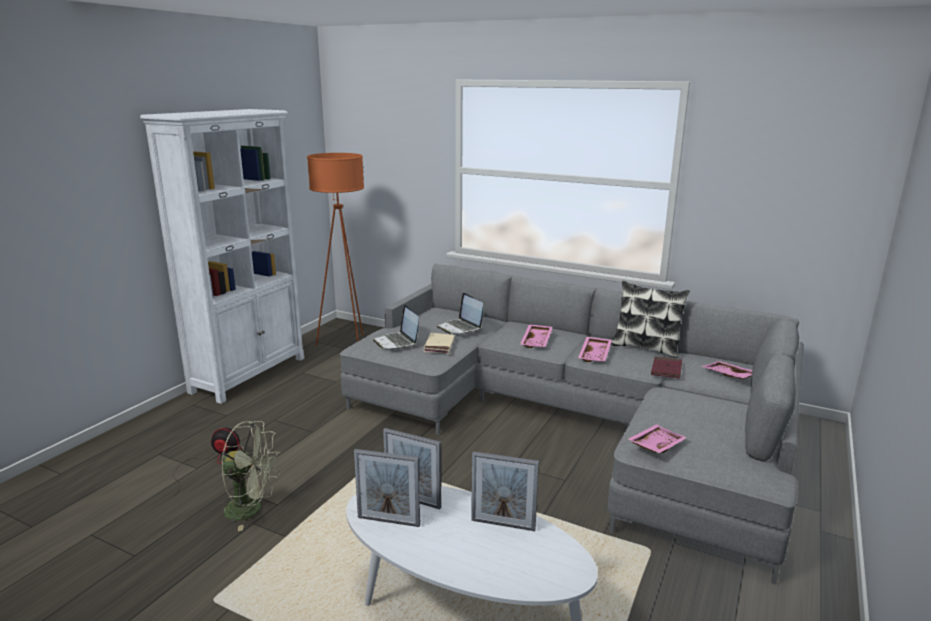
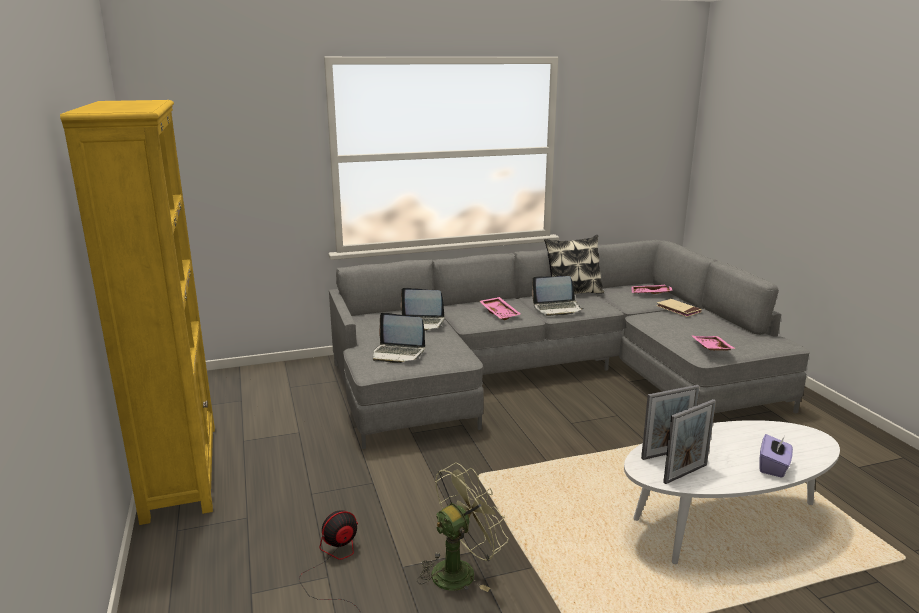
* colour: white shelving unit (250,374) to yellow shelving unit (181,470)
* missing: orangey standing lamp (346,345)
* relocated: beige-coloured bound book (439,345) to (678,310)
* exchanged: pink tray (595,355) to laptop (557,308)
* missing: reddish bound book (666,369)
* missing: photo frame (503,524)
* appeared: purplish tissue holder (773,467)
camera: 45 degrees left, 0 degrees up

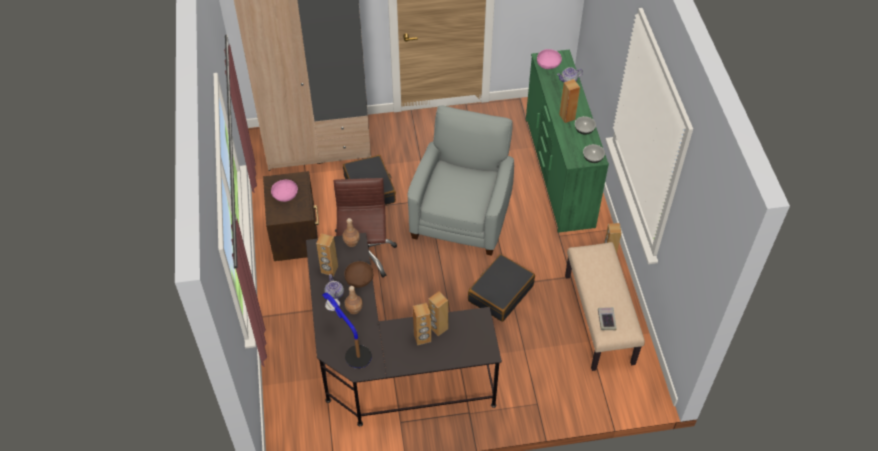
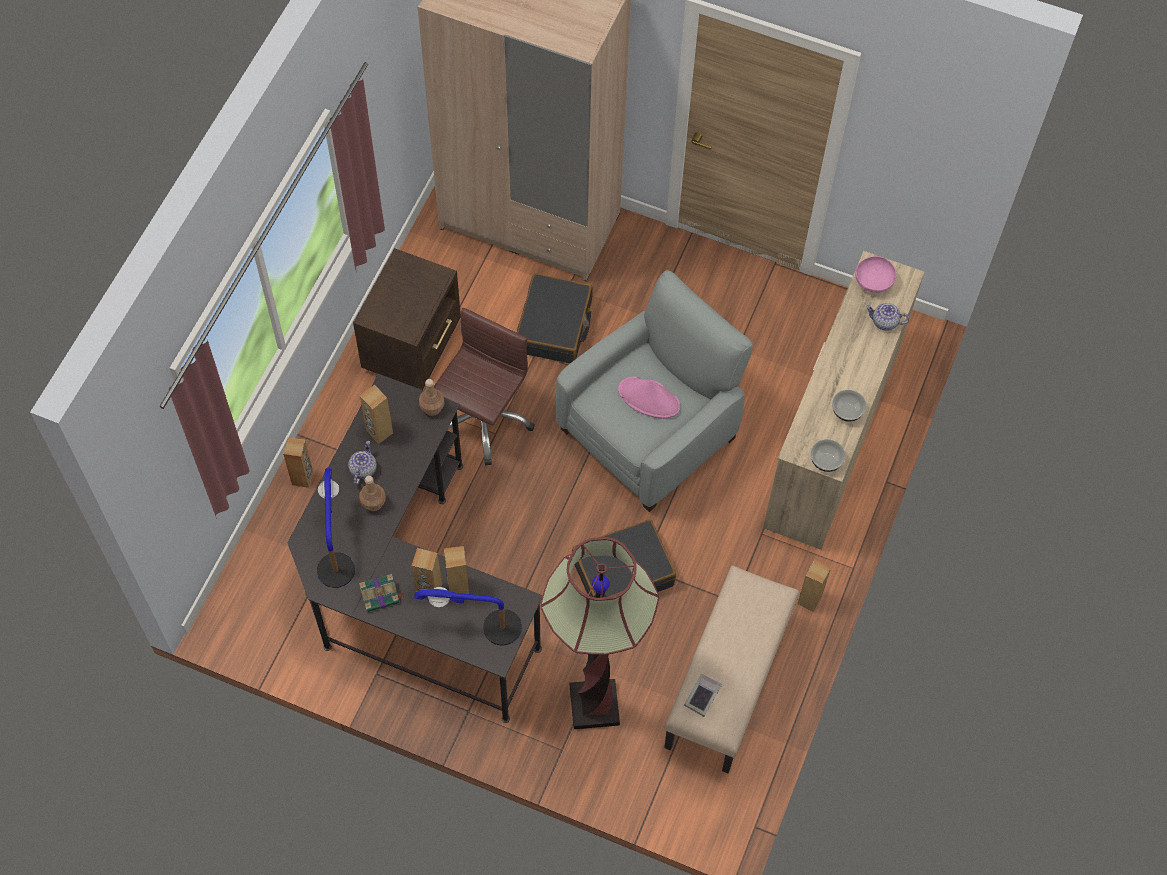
* colour: greenish drawer chest (558,172) to beige-coloured drawer chest (830,438)
* relocated: brownish loudspeaker (567,117) to (303,478)
* missing: pink bowl (285,196)
* missing: brownish bowl (359,279)
* appeared: pink clothing hat (649,398)
* appeared: standing lamp (594,705)
* appeared: bound book (380,595)
* appeared: tabletop lamp (481,625)
camera: 30 degrees right, 10 degrees up

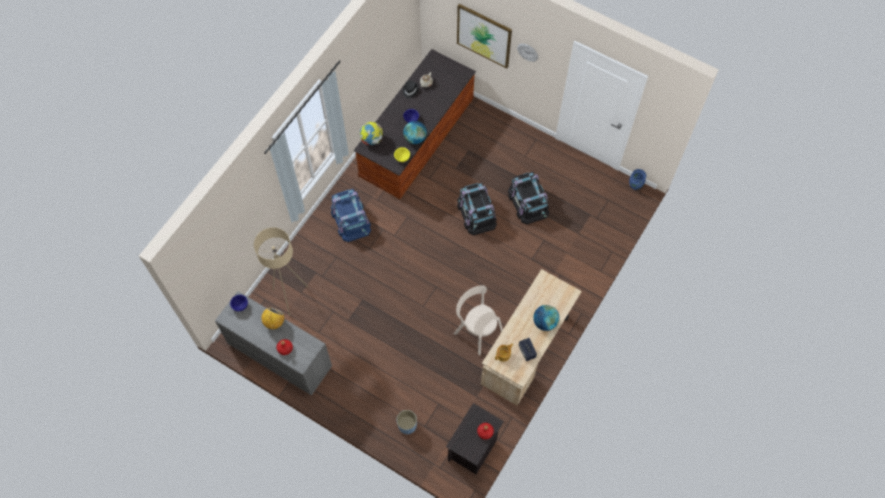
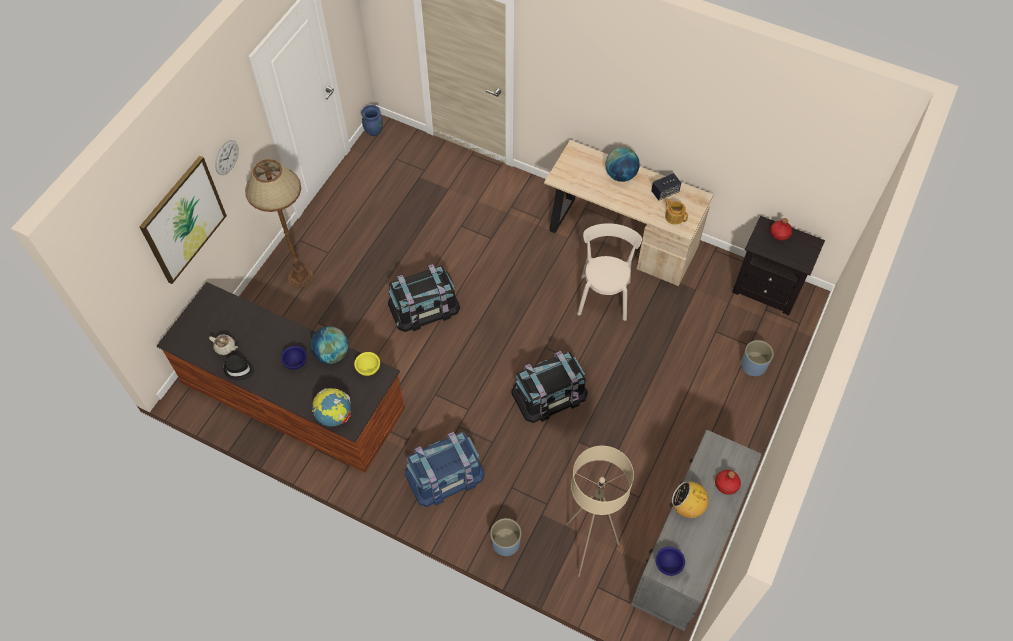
* relocated: blackish storage bin (528,202) to (549,393)
* spun: beige-coloured upright chair (476,330) = (604,295) 150 degrees clockwise
* appeared: brownish standing lamp (301,277)
* appeared: blue planter (505,543)
camera: 95 degrees left, 5 degrees down

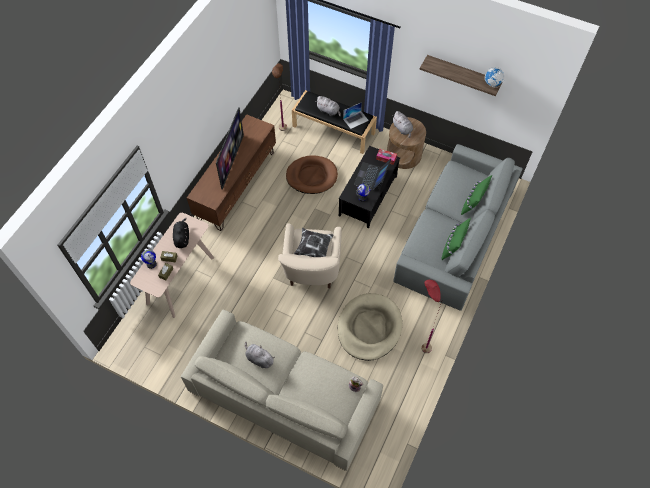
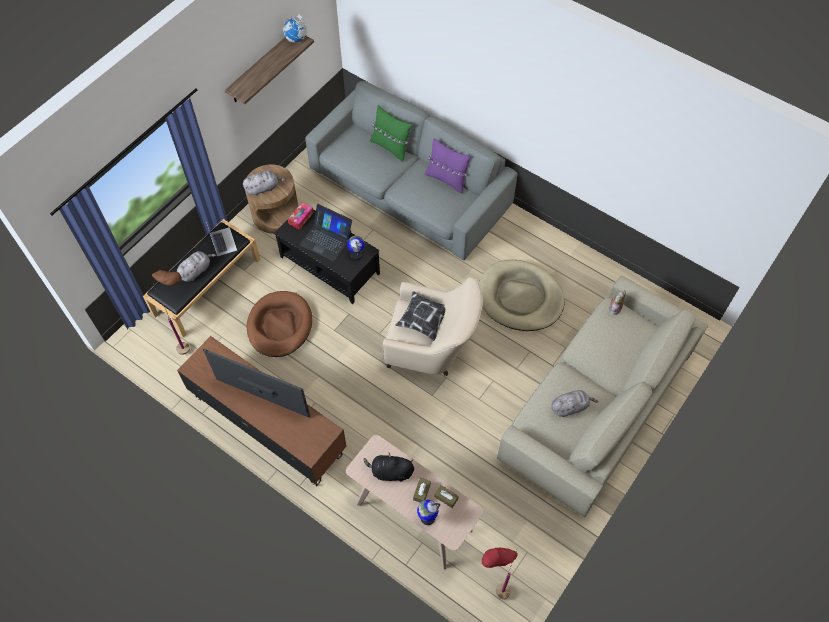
* colour: greenish throw pillow (453,247) to purplish throw pillow (447,179)
* relocated: reddish standing lamp (420,342) to (490,598)
* spun: grey cuddly toy (259,358) = (570,407) 150 degrees counterclockwise
camera: 80 degrees left, 0 degrees up

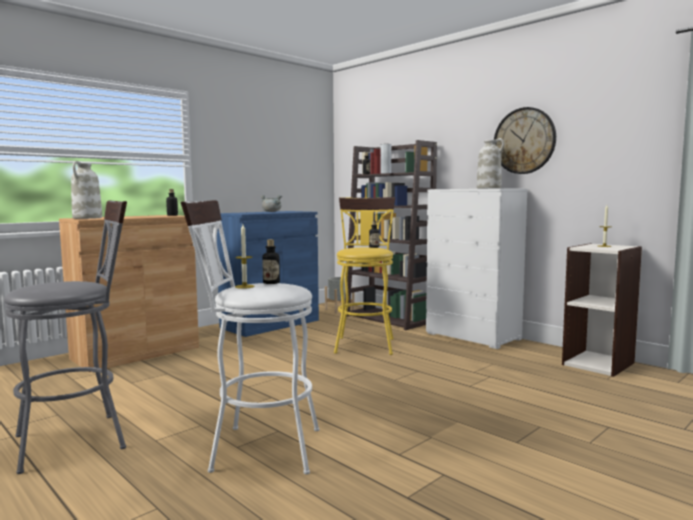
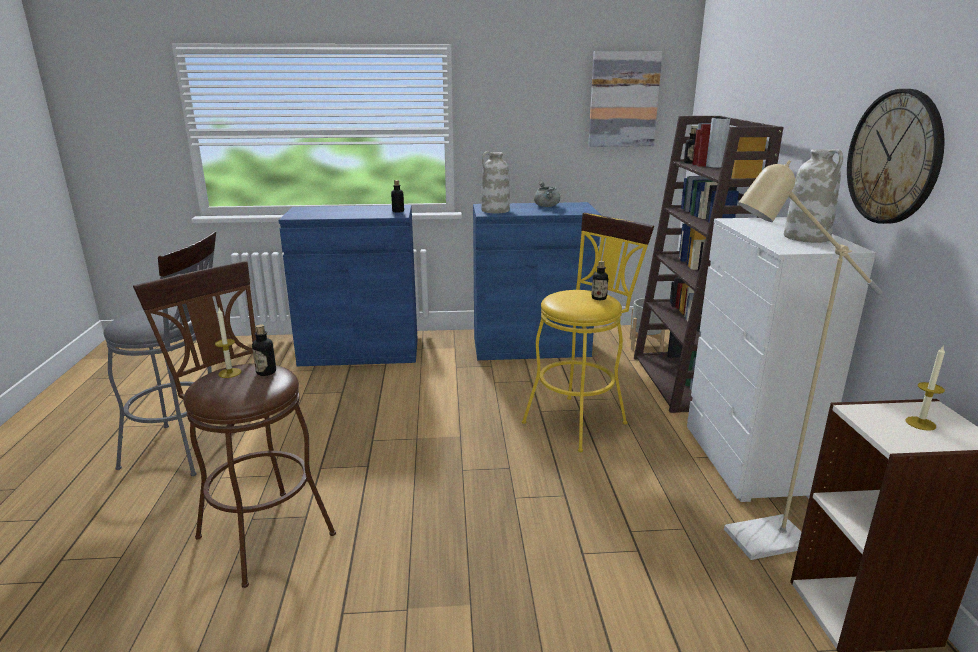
* relocated: white flower vase (87,218) to (495,210)
* colour: white stool seat (256,449) to brownish stool seat (259,530)
* colour: brownish cabinet (136,353) to blue cabinet (359,352)
* appeared: picture (623,99)
* appeared: beige-coloured standing lamp (754,541)
camera: 40 degrees right, 15 degrees up

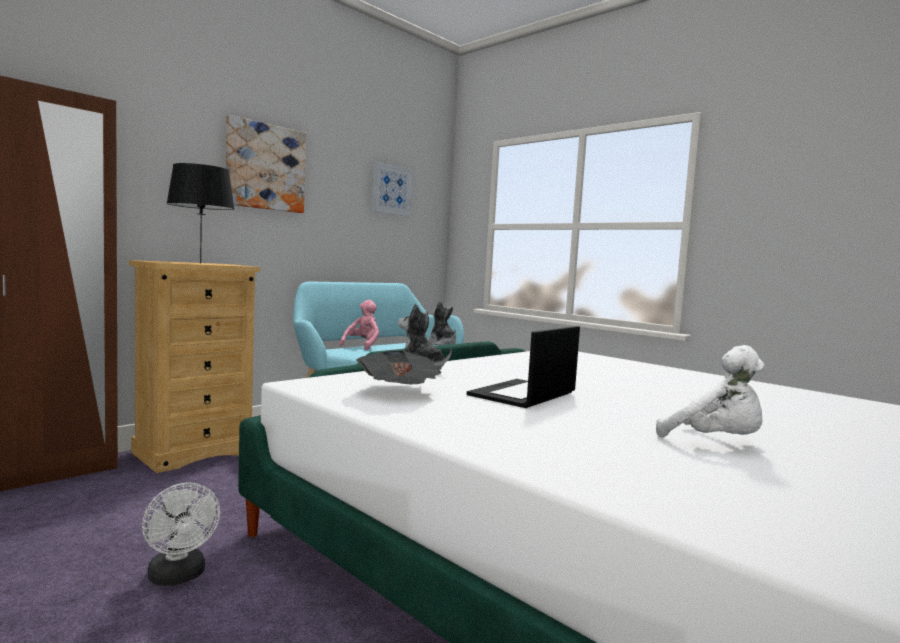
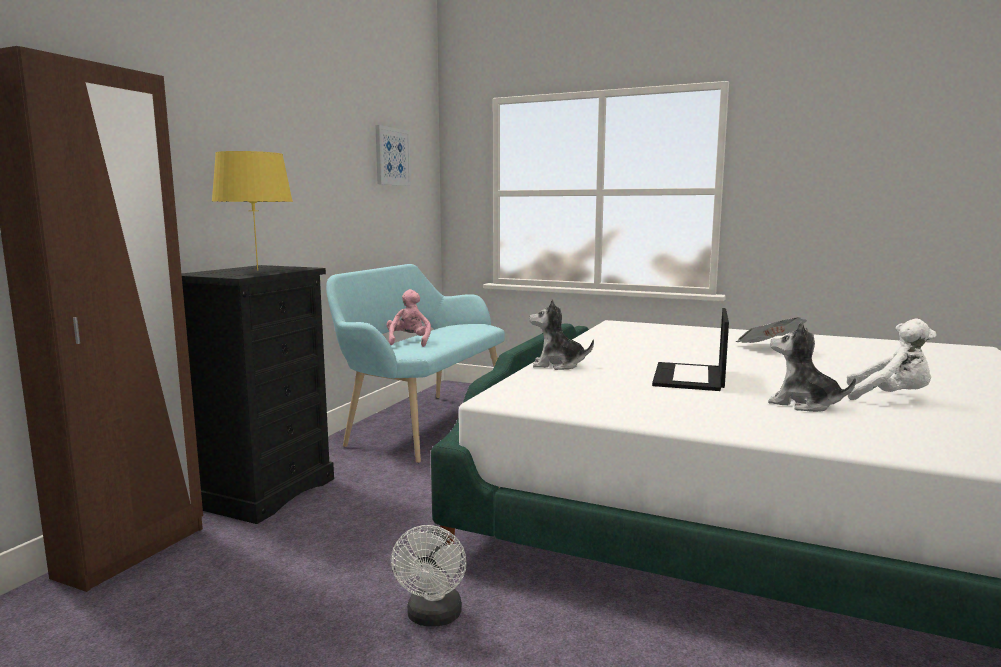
* missing: picture (265,167)
* colour: blackish tabletop lamp (200,263) to yellow tabletop lamp (258,270)
* colour: beige-coloured drawer chest (194,452) to blackish drawer chest (266,492)
* relocated: cuddly toy (441,344) to (803,404)
* relocated: printed paper (399,392) to (768,348)
* spun: white fan (179,577) = (433,617) 60 degrees clockwise
camera: 20 degrees left, 5 degrees up

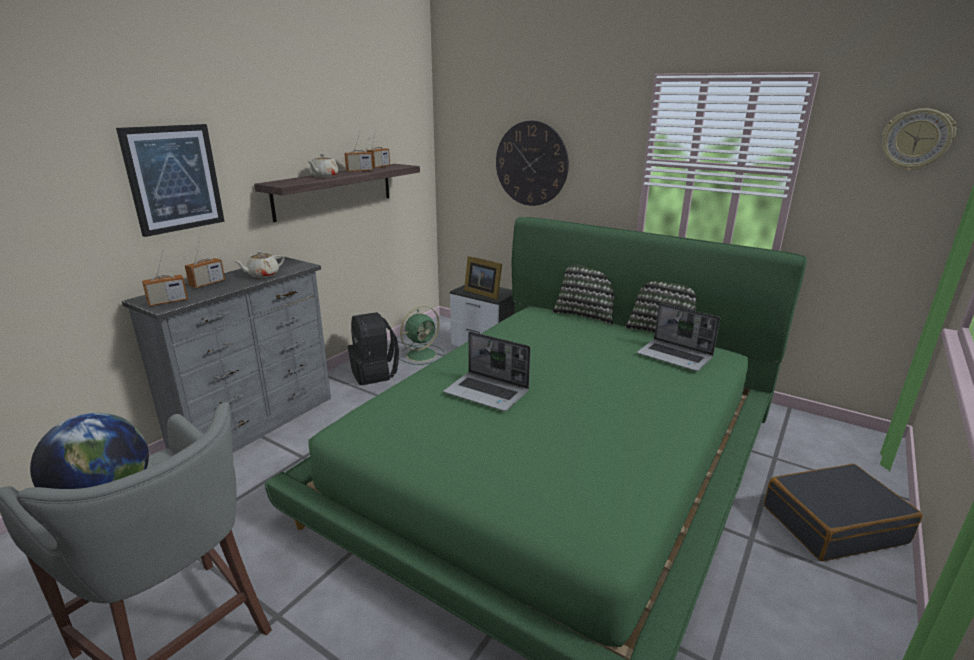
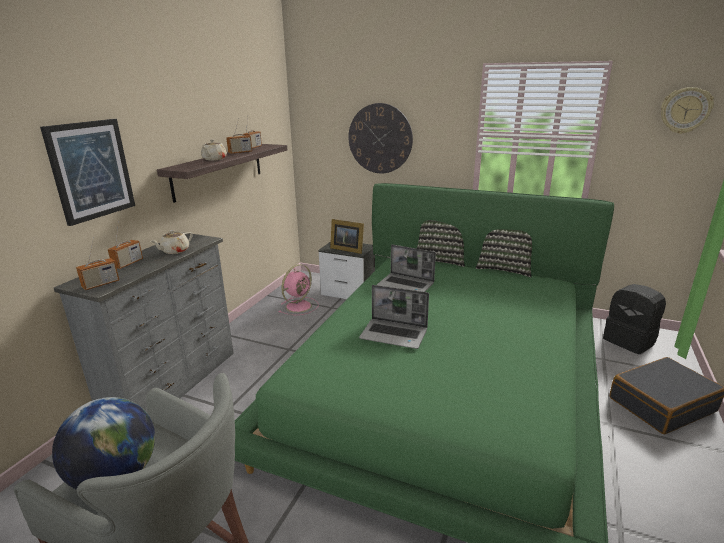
* relocated: laptop (675,356) to (406,285)
* colour: greenish fan (422,354) to pink fan (299,306)
* relocated: blackish rucksack (375,373) to (630,341)
camera: 10 degrees left, 0 degrees up

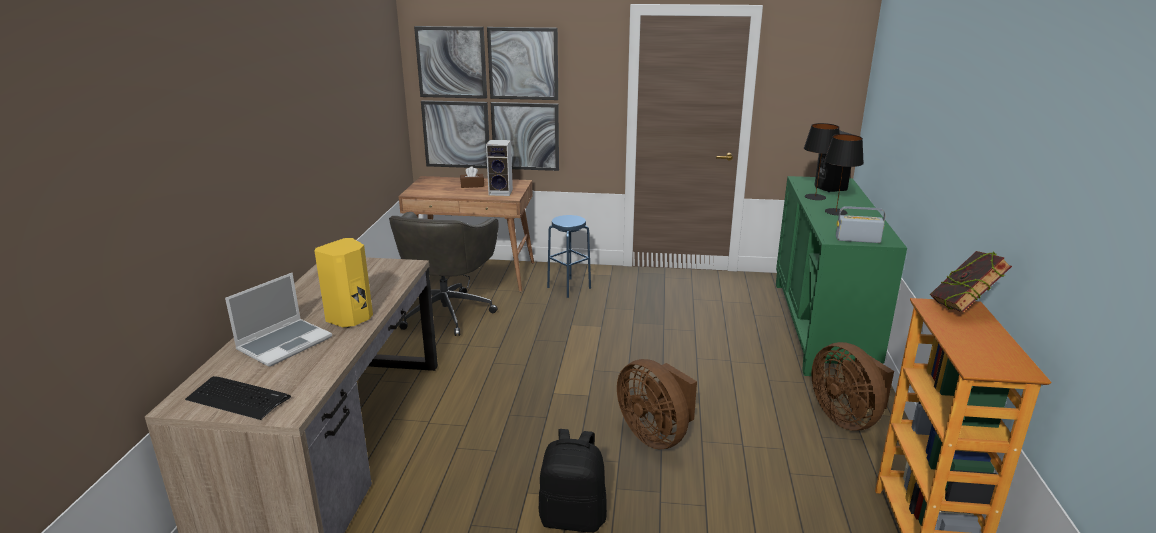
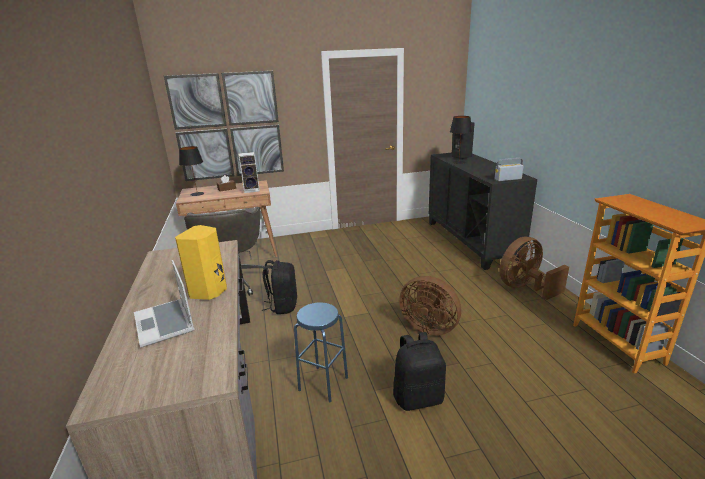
* relocated: blackish tabletop lamp (835,212) to (197,194)
* colour: greenish cabinet (822,326) to blackish cabinet (471,241)
* relocated: blue stool seat (569,287) to (323,383)
* missing: bound book (962,309)
* spun: laptop (285,343) = (165,323) 135 degrees clockwise
* spun: brownish fan (847,418) = (525,288) 105 degrees clockwise
* missing: PC keyboard (238,398)
* appeared: blackish rucksack (283,306)
camera: 20 degrees left, 0 degrees up

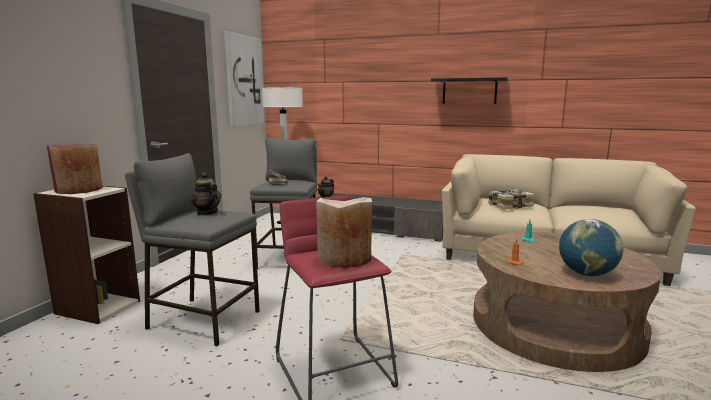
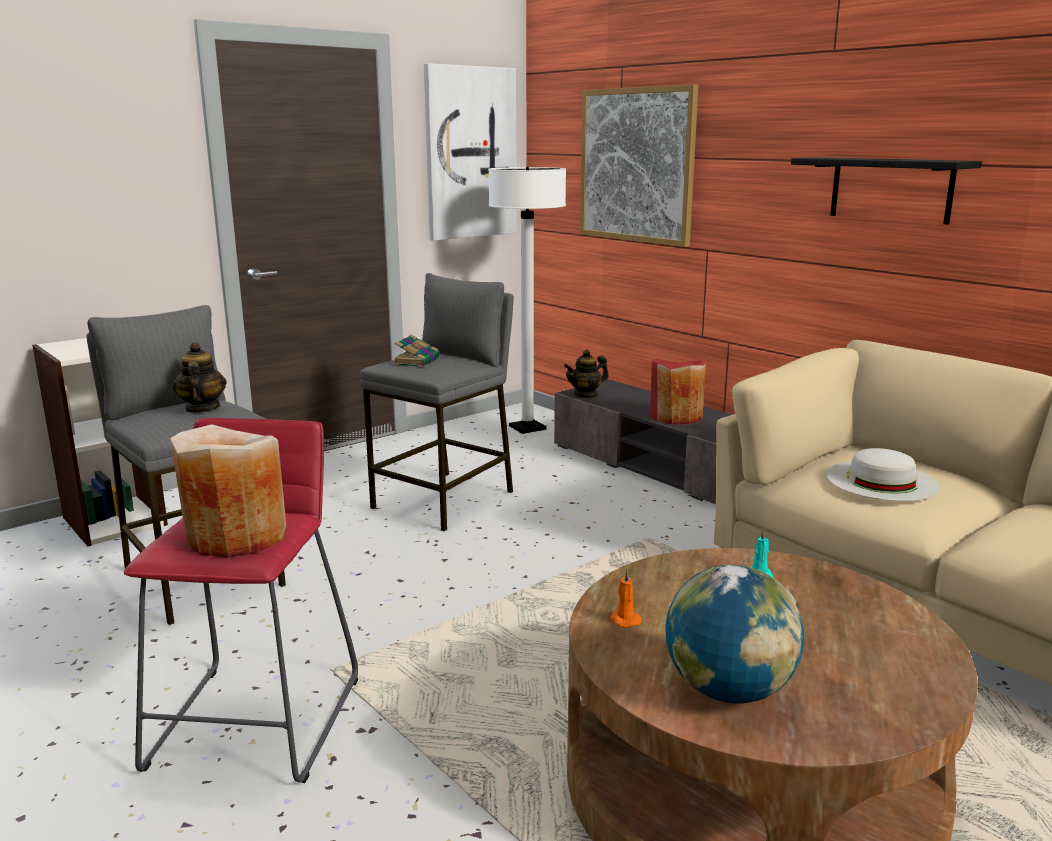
* relocated: reddish flower vase (78,190) to (676,417)
* exchanged: bound book (509,205) to white clothing hat (881,480)
* appeared: picture (636,165)
camera: 30 degrees right, 5 degrees up

